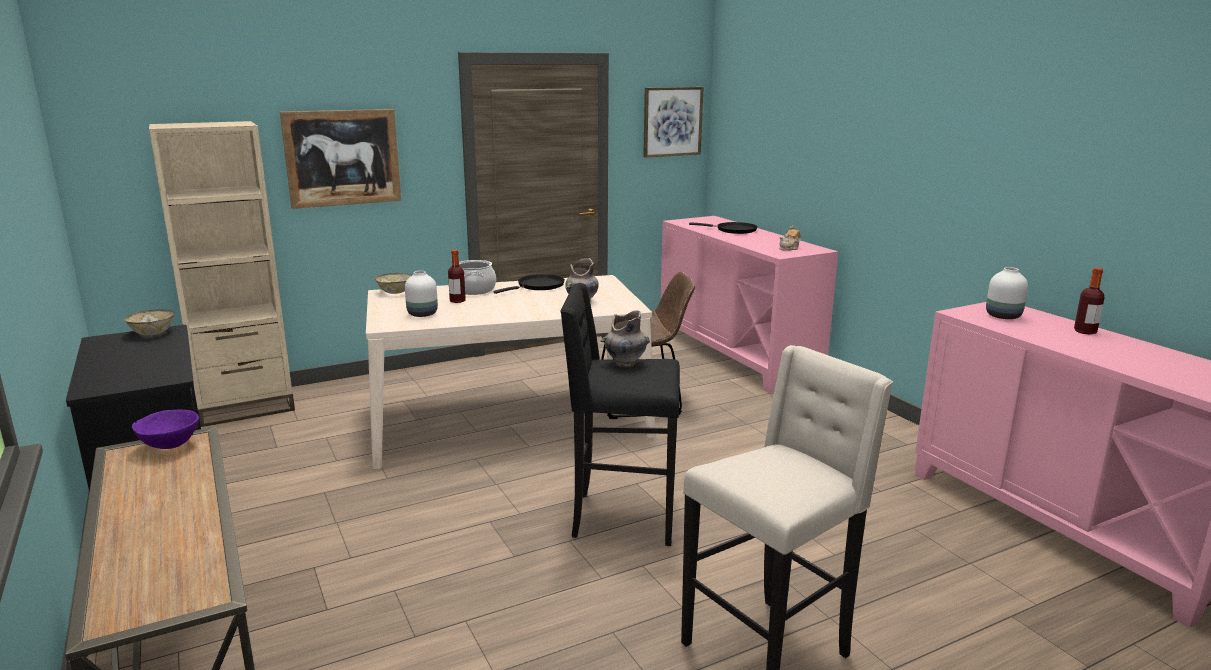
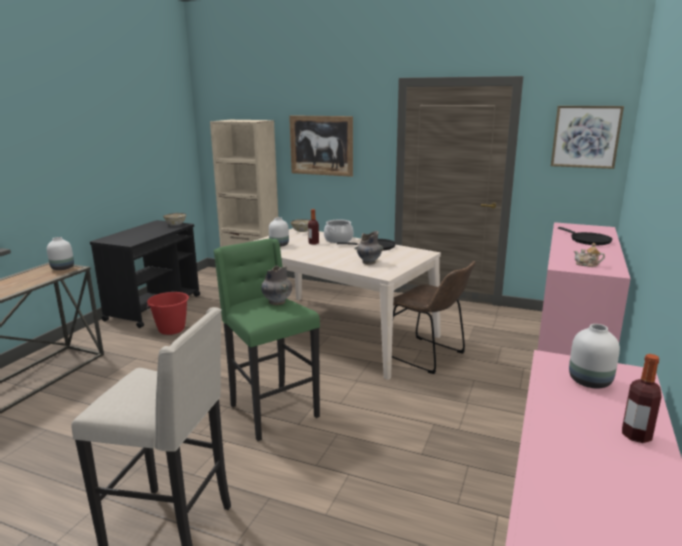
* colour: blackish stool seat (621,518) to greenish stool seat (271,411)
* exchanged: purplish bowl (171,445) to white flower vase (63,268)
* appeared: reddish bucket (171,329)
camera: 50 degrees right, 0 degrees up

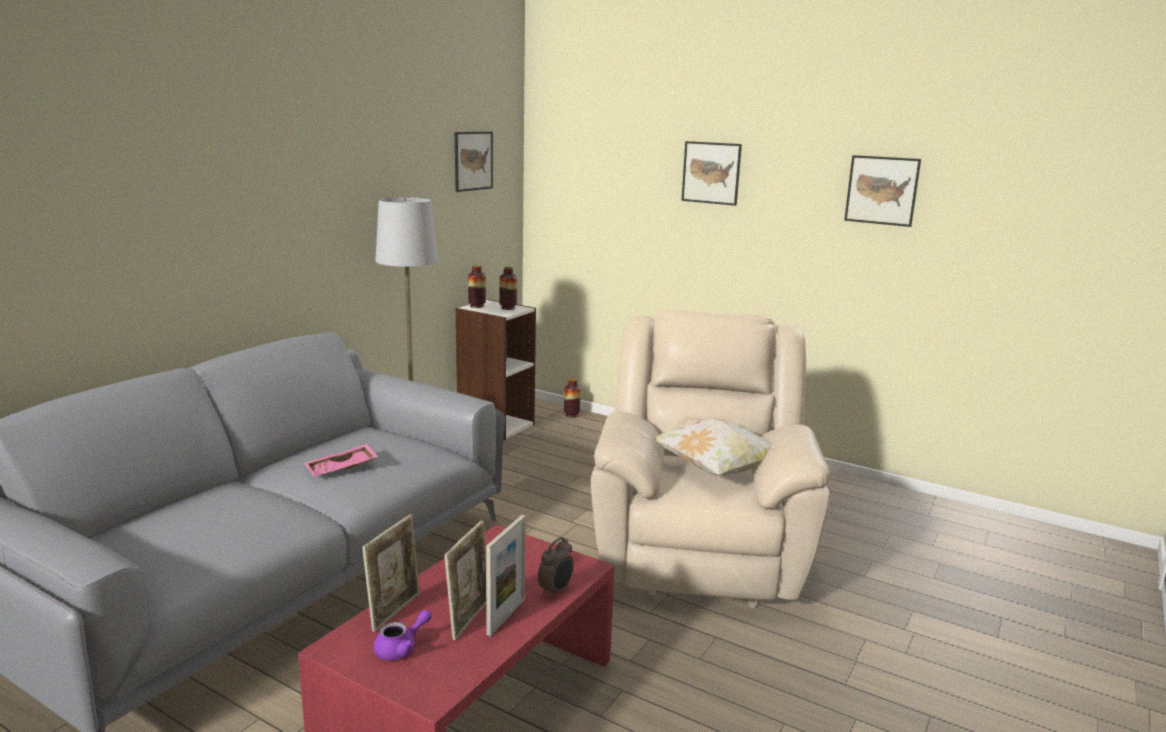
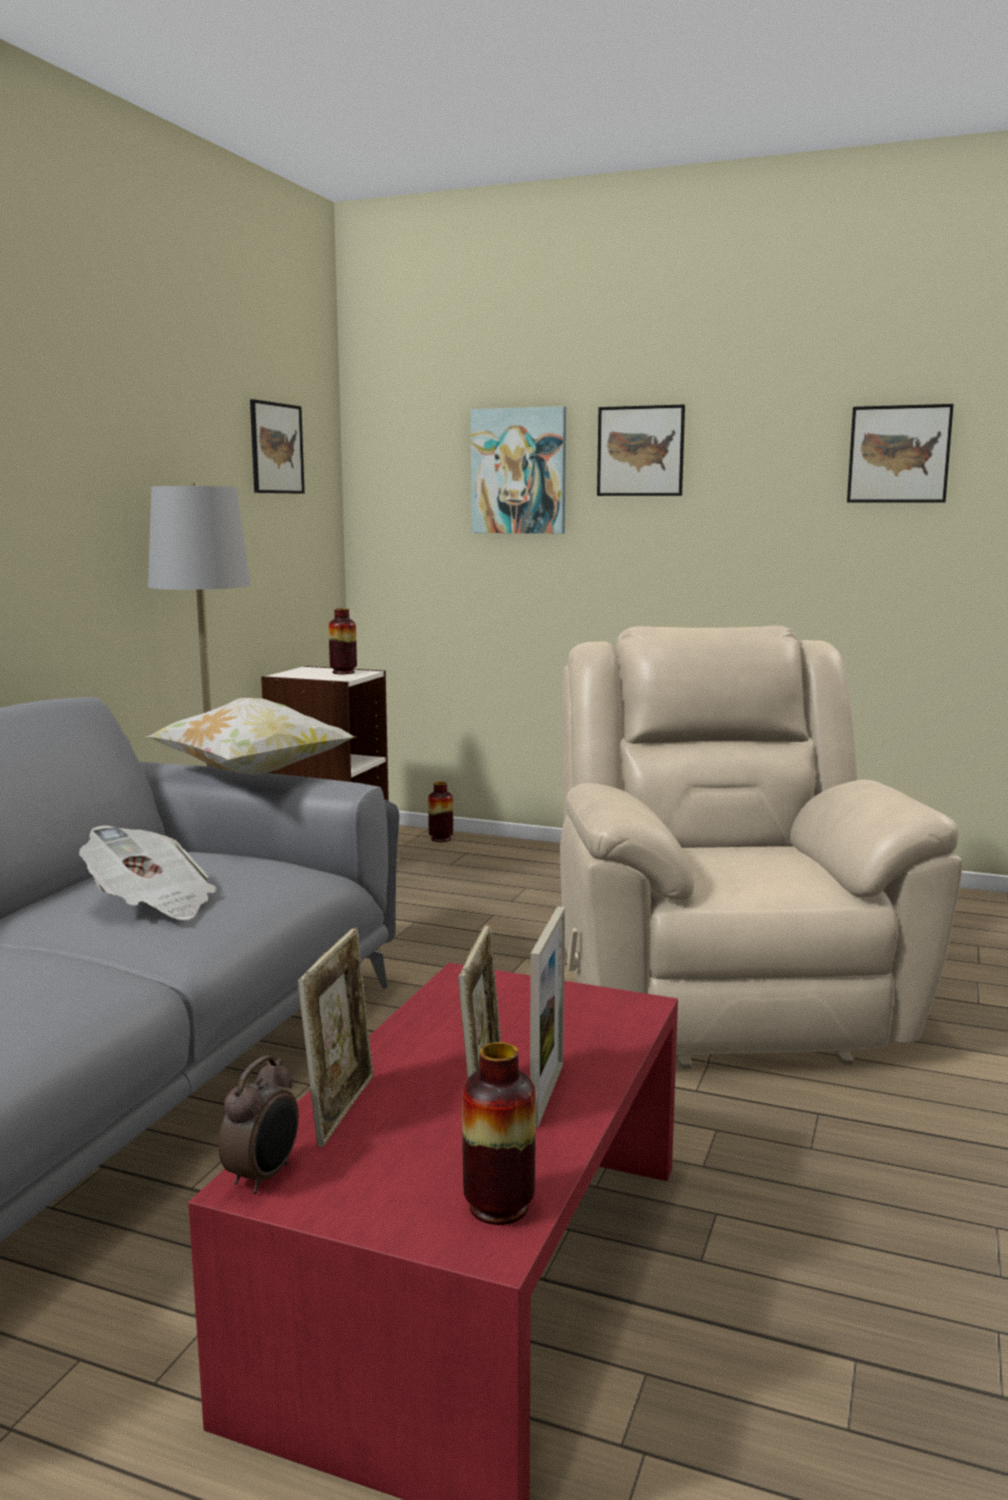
* relocated: flower vase (477,306) to (499,1206)
* relocated: throw pillow (717,470) to (253,774)
* exchanged: pink tray (342,469) to printed paper (152,904)
* relocated: bedside clock (556,591) to (264,1176)
* missing: purplish pot for tea (401,648)
* appeared: picture (519,471)
camera: 10 degrees left, 5 degrees down

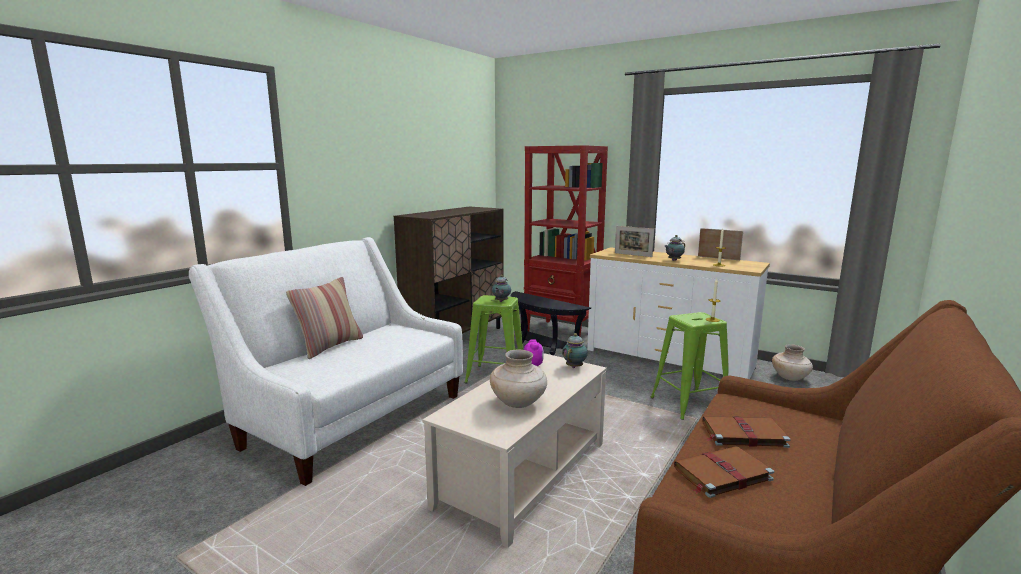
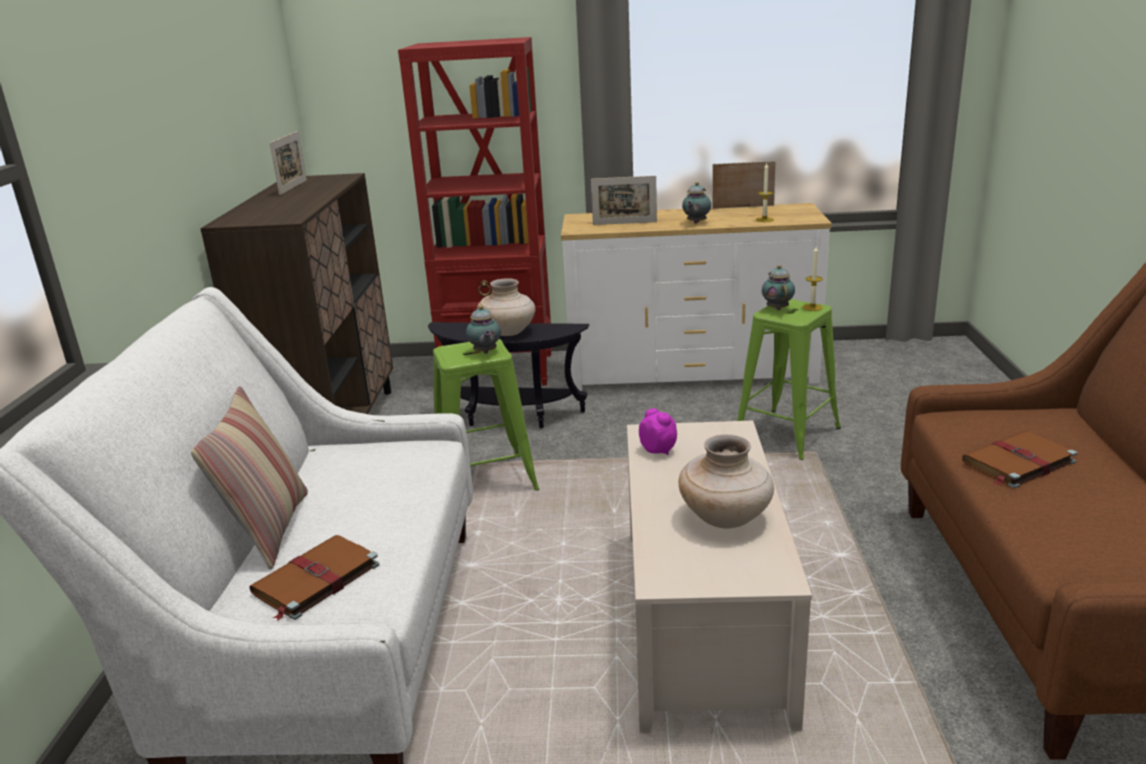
* relocated: pot for tea (575,366) to (777,308)
* relocated: beige-coloured flower vase (790,378) to (508,332)
* relocated: brownish bound book (721,474) to (315,580)
* appeared: photo frame (293,187)
camera: 30 degrees left, 10 degrees up

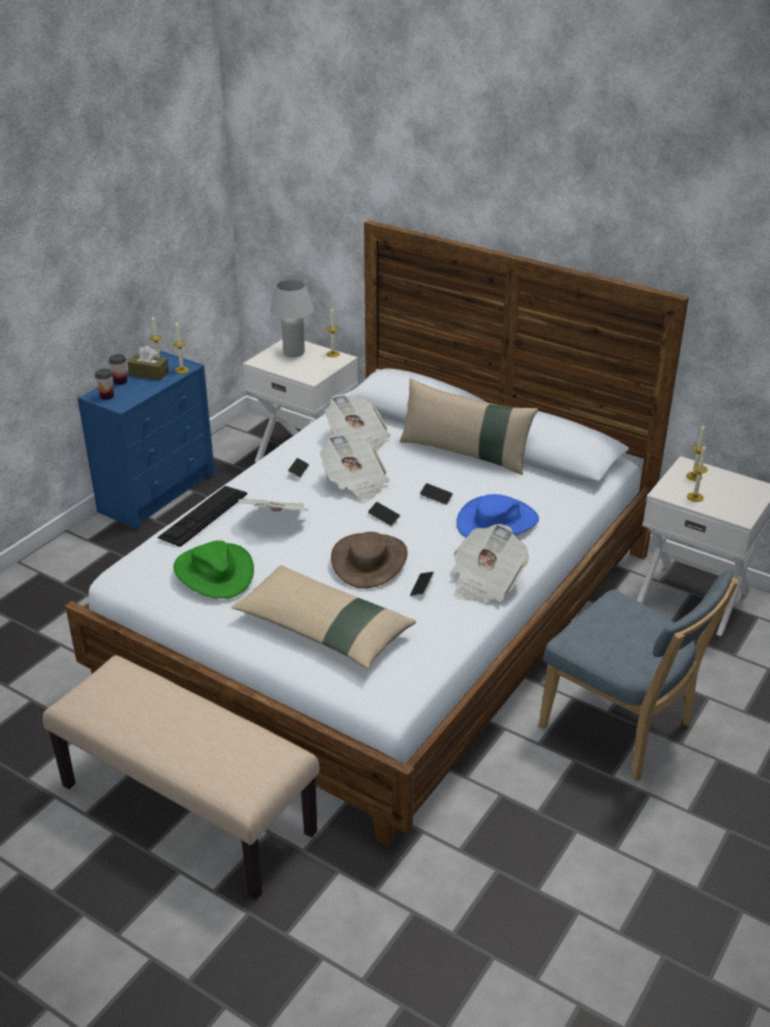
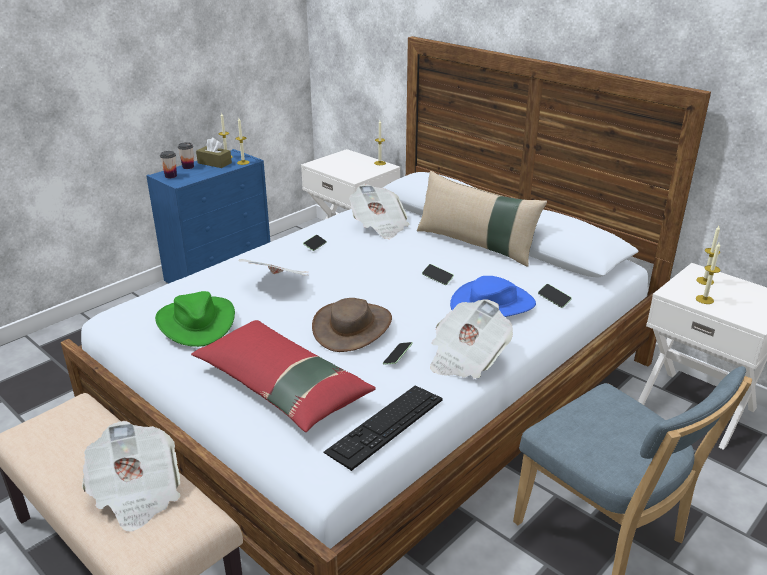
* missing: white tabletop lamp (294,353)
* relocated: printed paper (355,483) to (136,494)
* relocated: PC keyboard (203,515) to (385,425)
* relocated: phone (384,517) to (554,299)
* colour: beige-coloured throw pillow (323,628) to reddish throw pillow (281,386)
camera: 10 degrees right, 5 degrees down

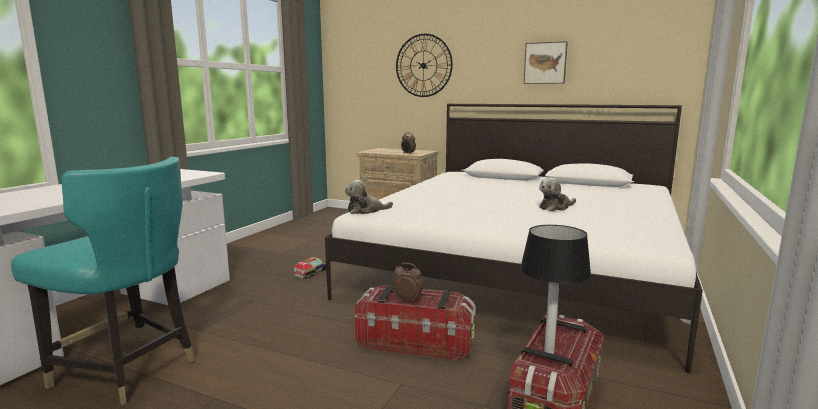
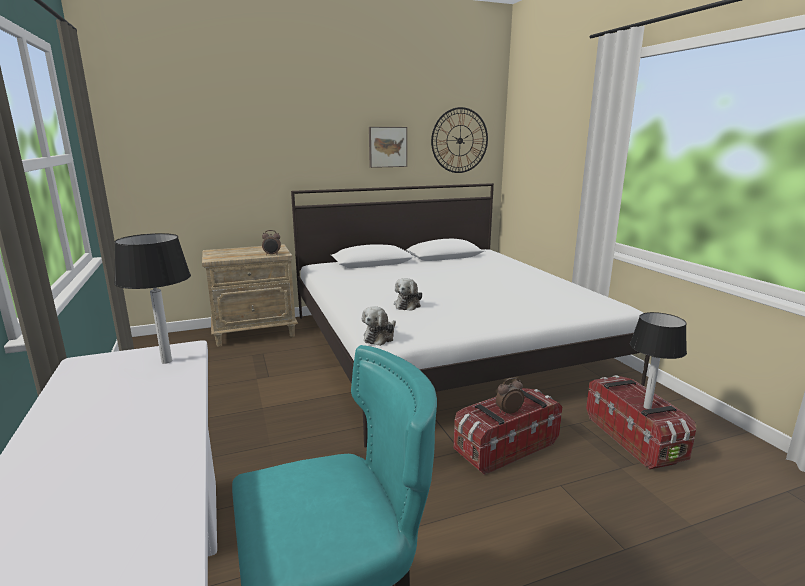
* relocated: wall clock (423,65) to (460,140)
* relocated: cuddly toy (555,207) to (408,305)
* missing: toy lorry (312,272)
* appeared: tabletop lamp (167,361)
camera: 45 degrees left, 5 degrees up

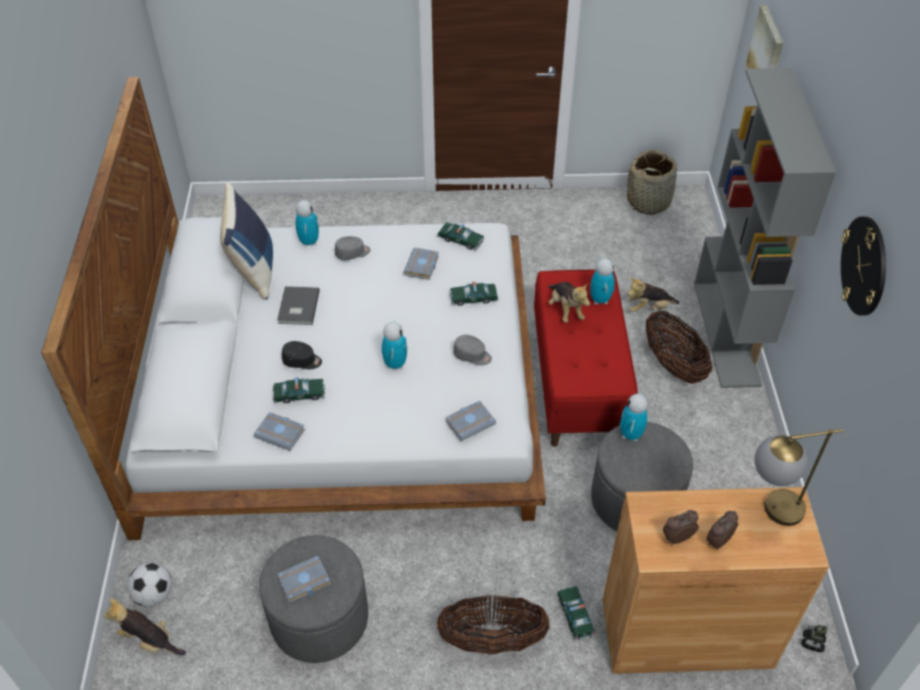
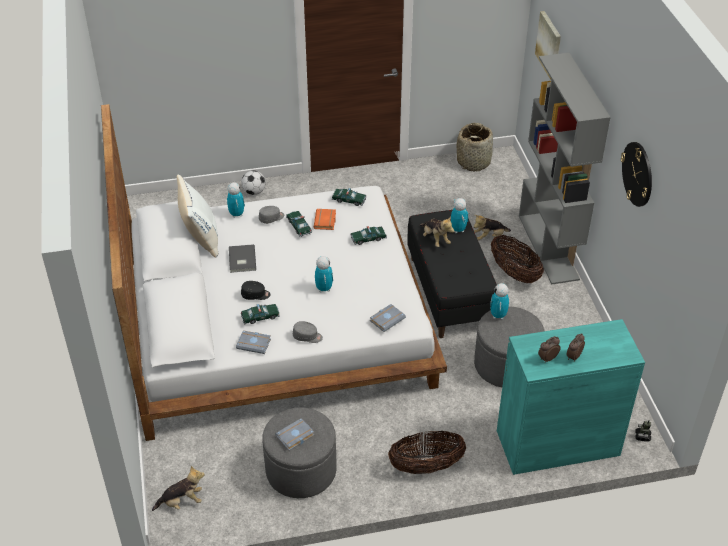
* colour: blue throw pillow (253,269) to white throw pillow (200,238)
* colour: grey bound book (422,266) to orangey bound book (326,221)
* colour: reddish long seat (577,381) to blackish long seat (448,293)
* relocated: grey peaked cap (472,356) to (307,336)
* missing: tabletop lamp (770,511)
* colour: brownish cabinet (686,633) to turquoise-coloured cabinet (557,443)
* relocated: football (154,595) to (254,192)
* relocated: model car (575,615) to (299,226)
* spun: cuddly toy (149,640) = (182,502) 150 degrees clockwise
camera: 10 degrees left, 5 degrees down

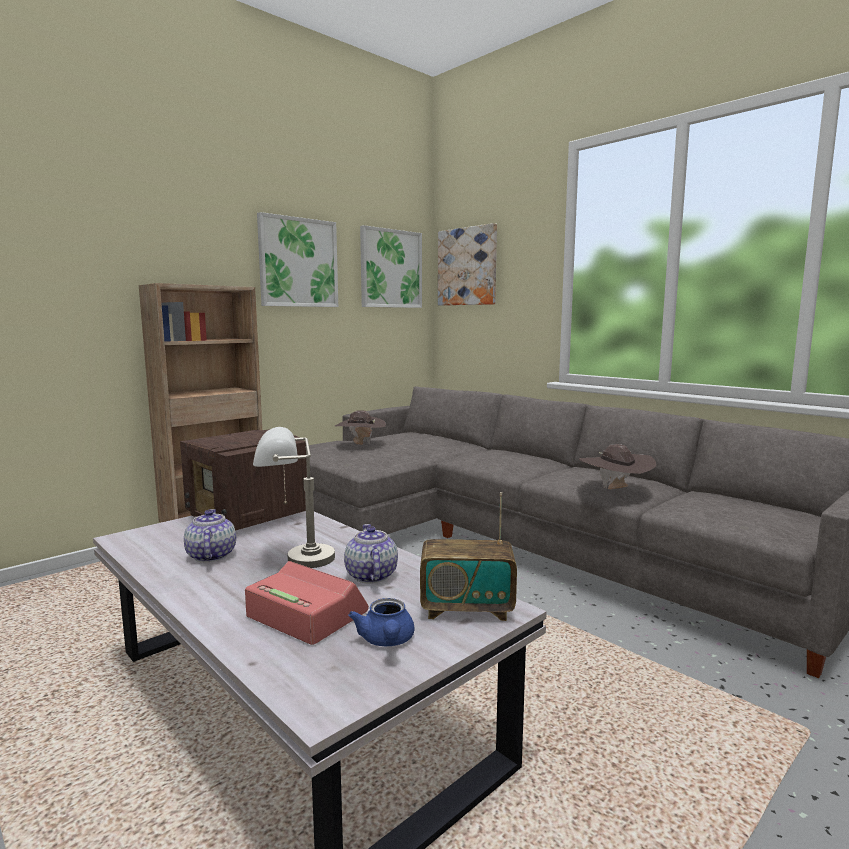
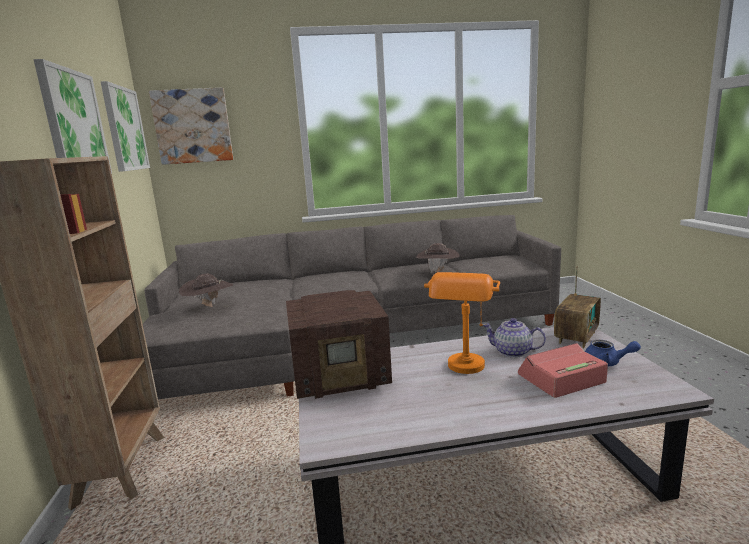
* colour: grey tabletop lamp (294,561) to orangey tabletop lamp (465,371)
* missing: pot for tea (210,556)
camera: 55 degrees left, 5 degrees up

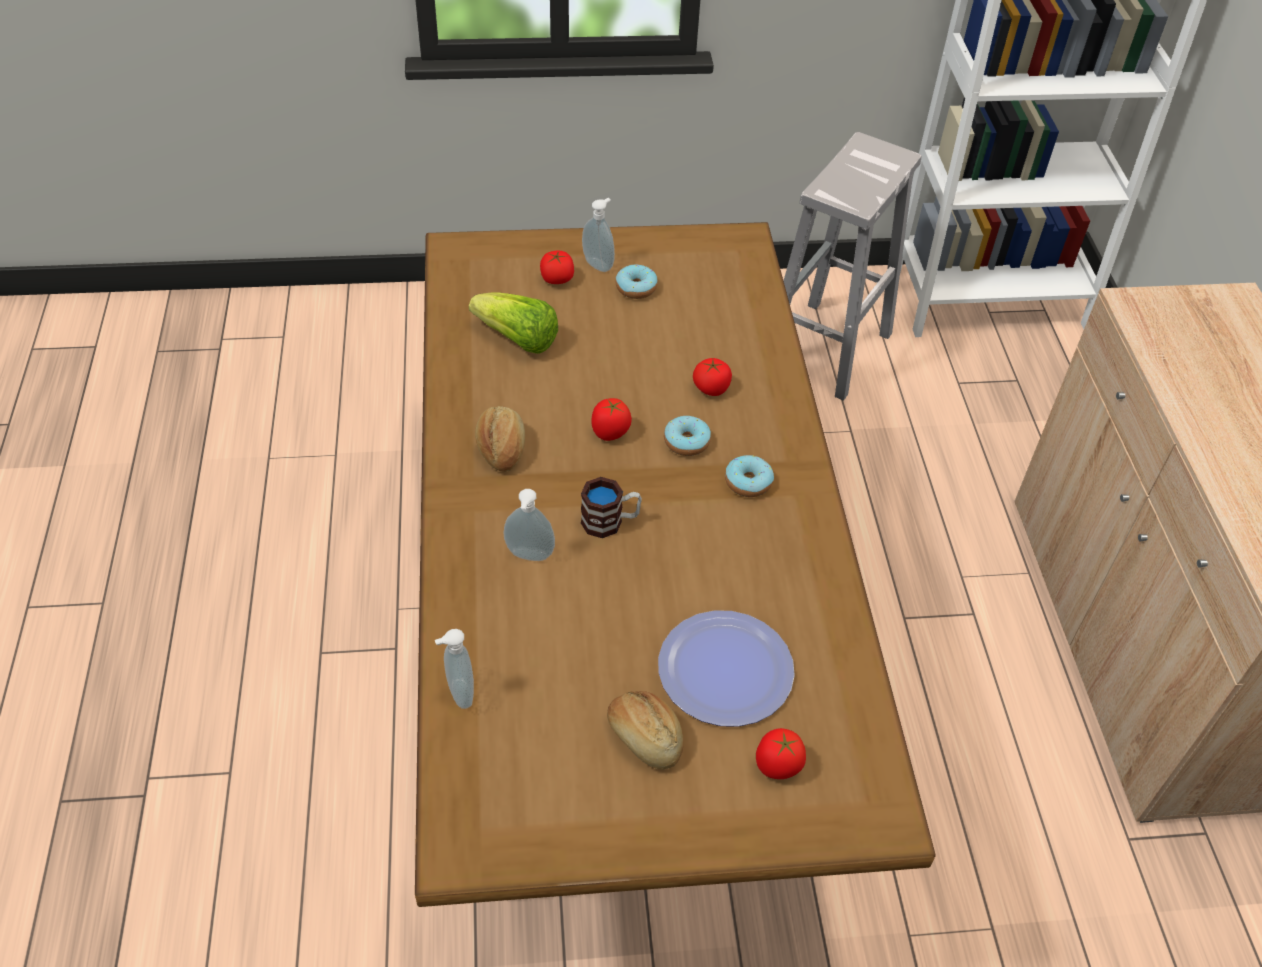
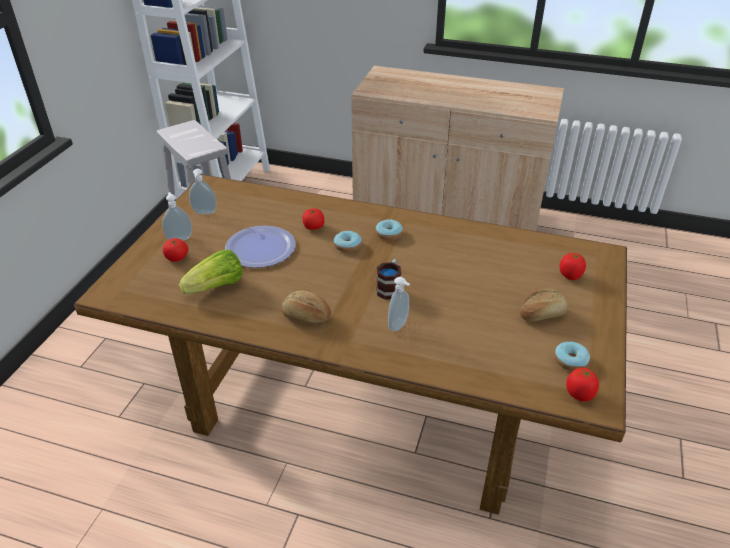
* relocated: donut (636,288) to (570,360)
* relocated: tomato (610,433) to (579,394)
* relocated: flat dish (725,669) to (260,248)
* relocated: liquid soap bottle (458,694) to (204,213)
camera: 65 degrees left, 10 degrees down

